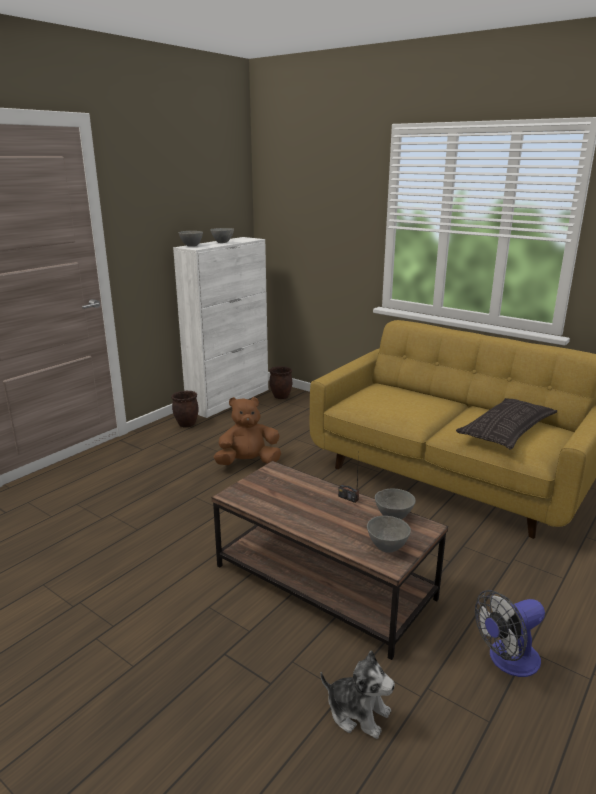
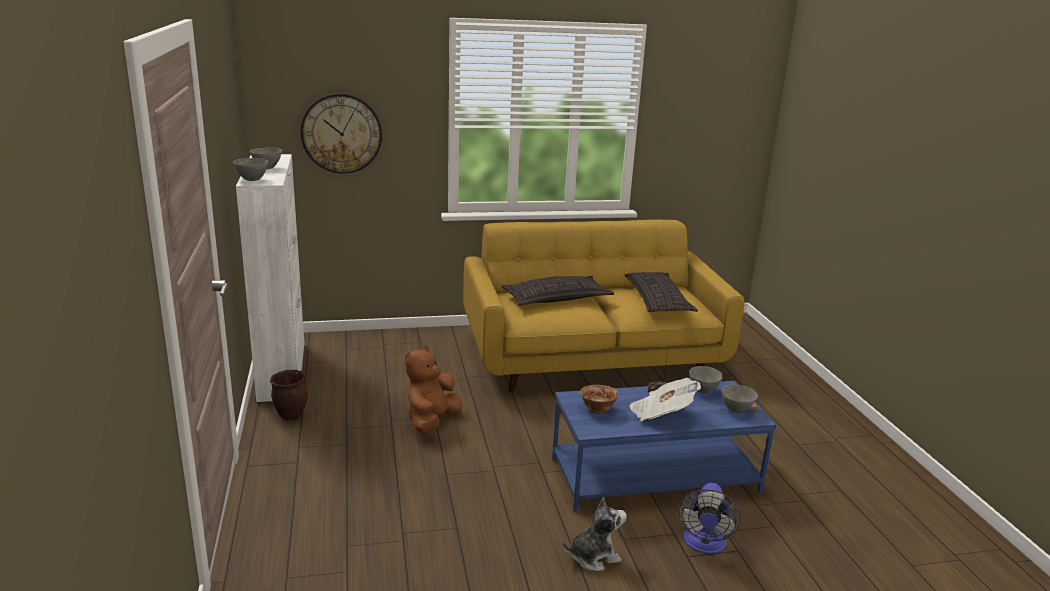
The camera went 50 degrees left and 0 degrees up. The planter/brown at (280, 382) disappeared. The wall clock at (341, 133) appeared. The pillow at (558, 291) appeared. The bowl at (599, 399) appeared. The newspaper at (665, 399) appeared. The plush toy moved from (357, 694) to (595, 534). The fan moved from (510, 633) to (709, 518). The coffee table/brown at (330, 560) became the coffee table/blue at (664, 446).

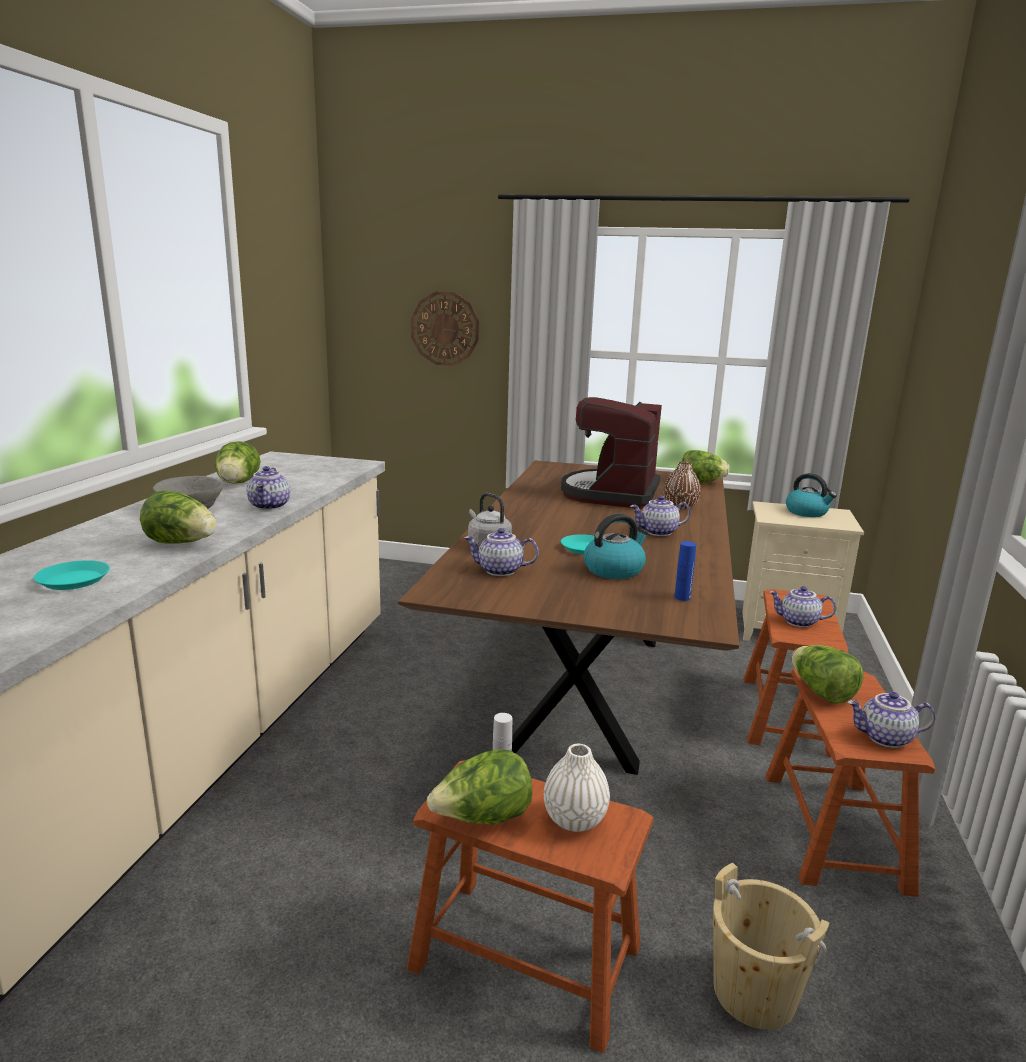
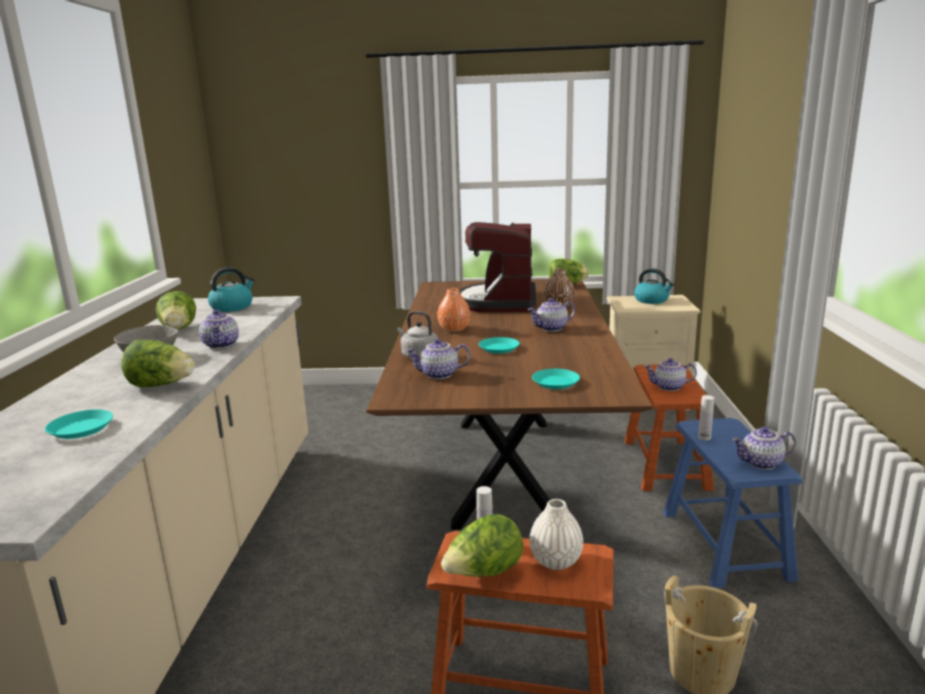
The camera went 10 degrees left and 0 degrees up. The wall clock at (445, 329) disappeared. The bottle/blue at (685, 571) disappeared. The vase/orange at (453, 310) appeared. The plate/turquoise at (556, 379) appeared. The kettle moved from (616, 546) to (231, 289). The lettuce at (827, 674) was replaced by the bottle/white at (706, 417). The stool/brown at (850, 782) became the stool/blue at (732, 503).

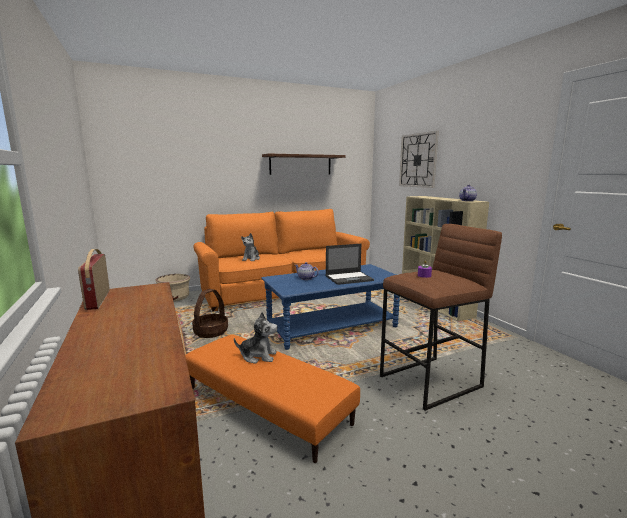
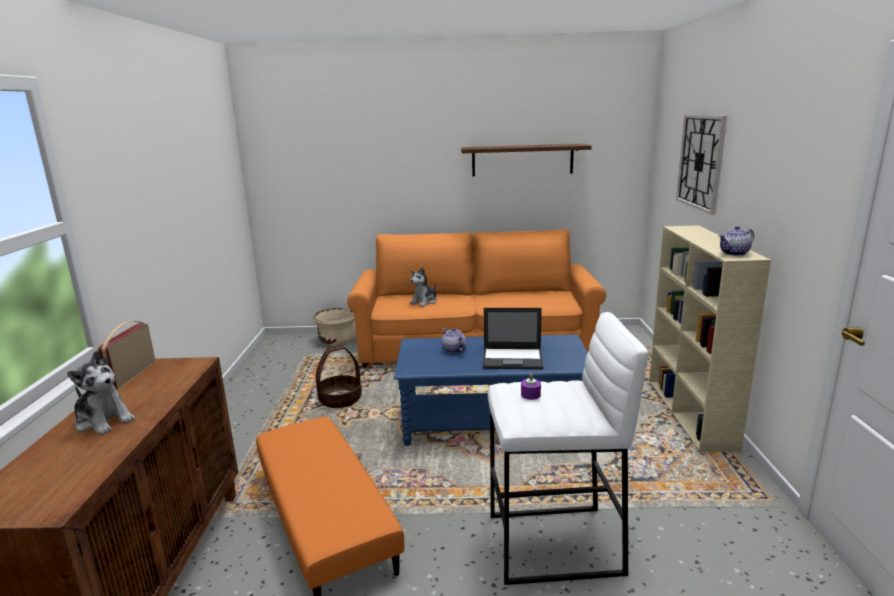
The camera went 25 degrees right and 5 degrees up. The plush toy moved from (256, 338) to (101, 393). The stool/brown at (441, 317) became the stool/white at (568, 448).

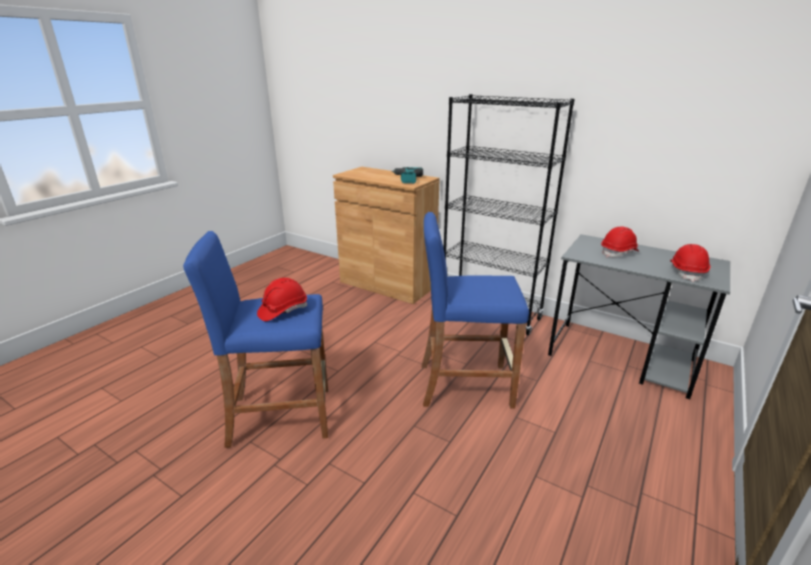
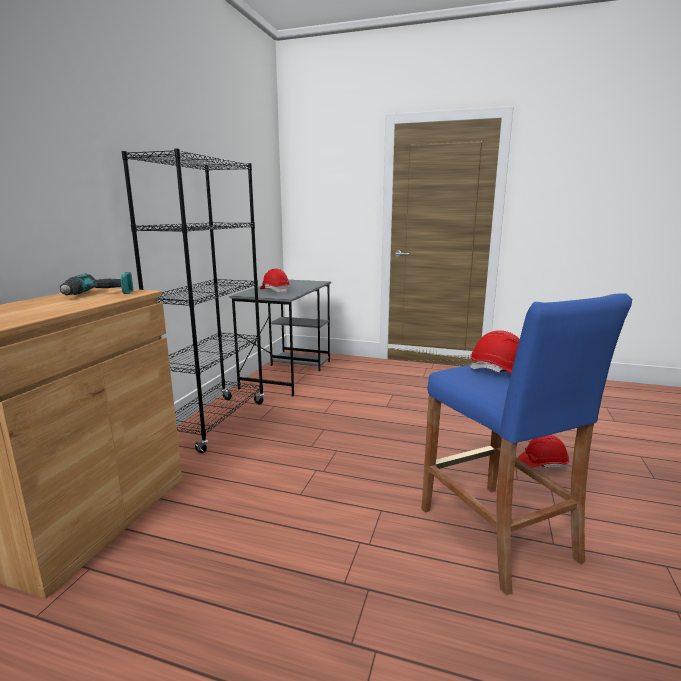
The camera went 105 degrees left and 10 degrees down. The stool/blue at (475, 310) disappeared. The hard hat/red moved from (690, 263) to (543, 452).

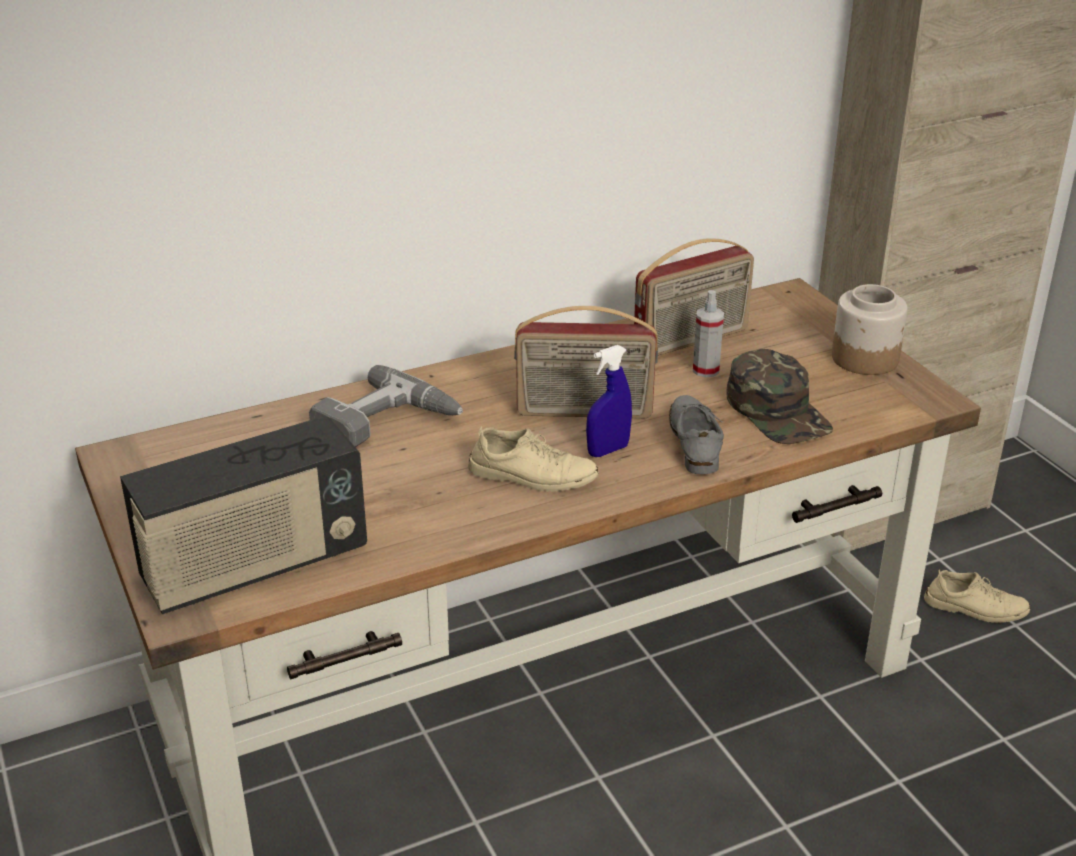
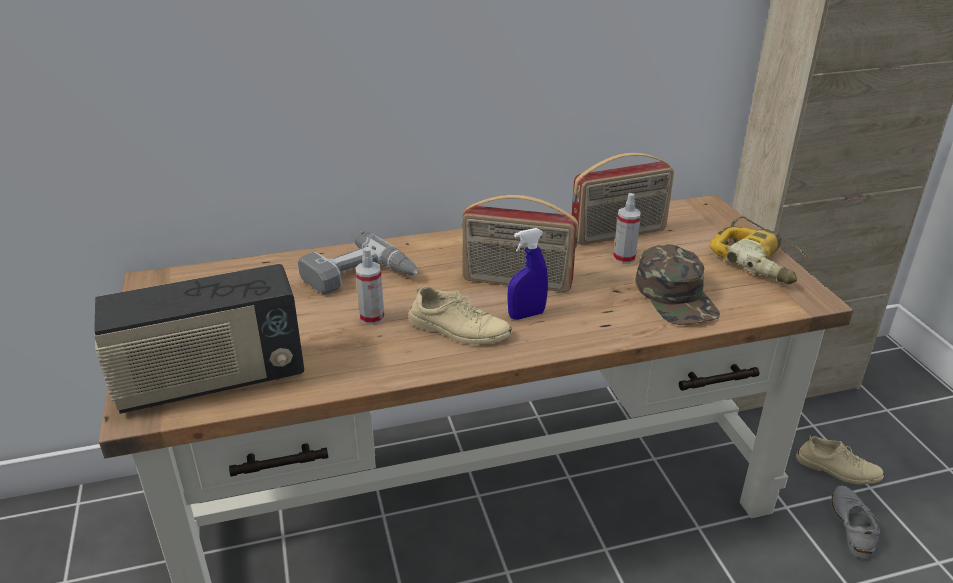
The camera went 10 degrees right and 0 degrees up. The spray bottle at (370, 286) appeared. The shoe/grey moved from (696, 434) to (855, 522). The jar at (869, 329) was replaced by the power drill at (758, 250).

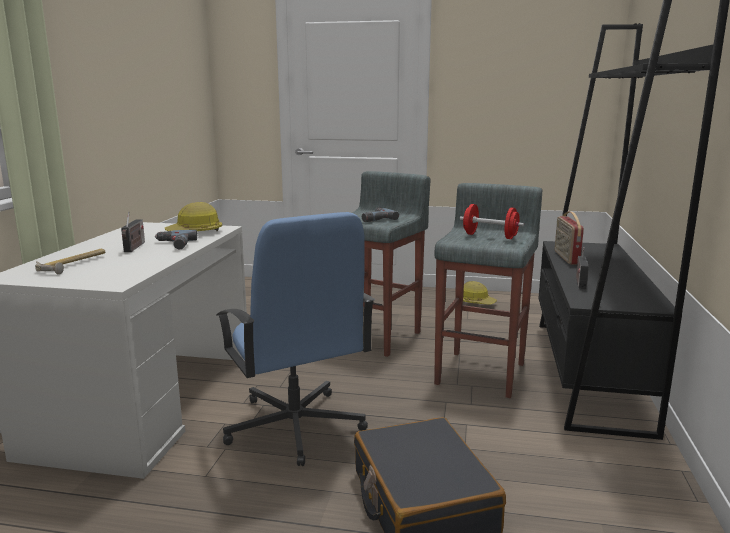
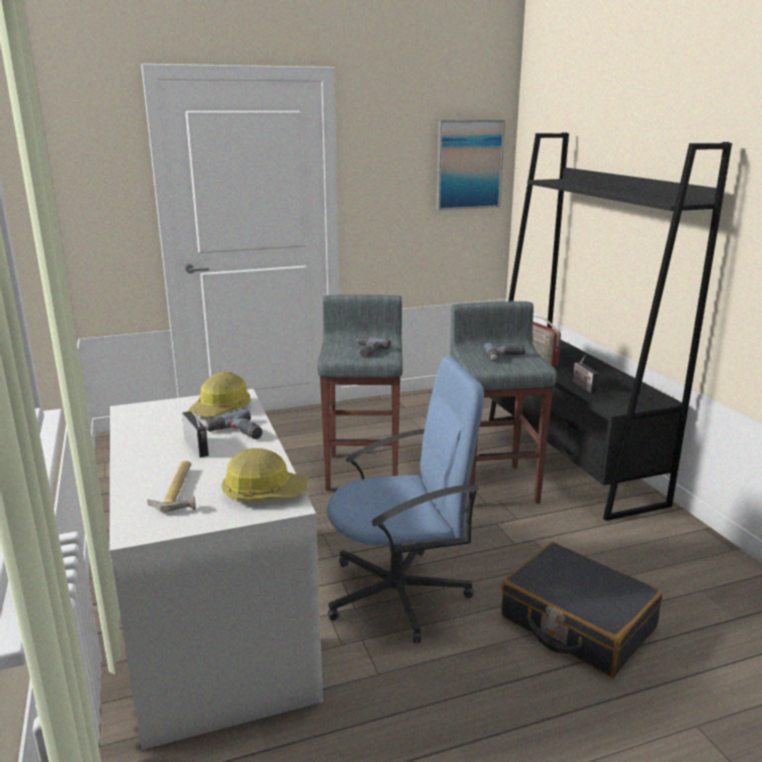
The camera went 30 degrees left and 5 degrees up. The picture at (470, 165) appeared. The hard hat moved from (480, 293) to (265, 474). The dumbbell/red at (492, 221) was replaced by the power drill at (504, 351). The office chair/blue at (296, 339) turned 45 degrees counterclockwise.

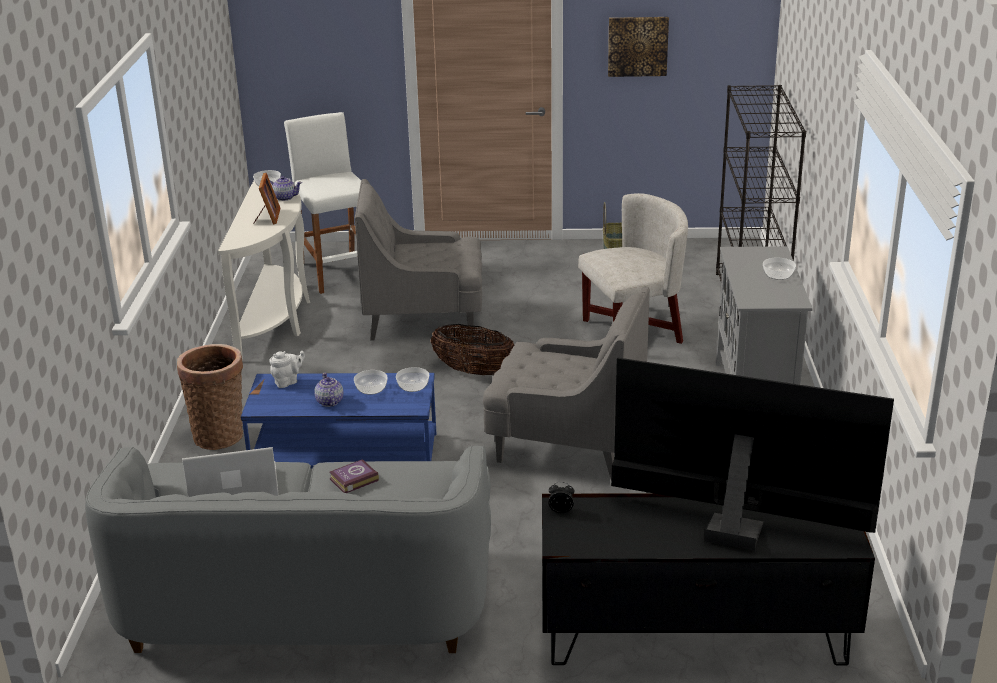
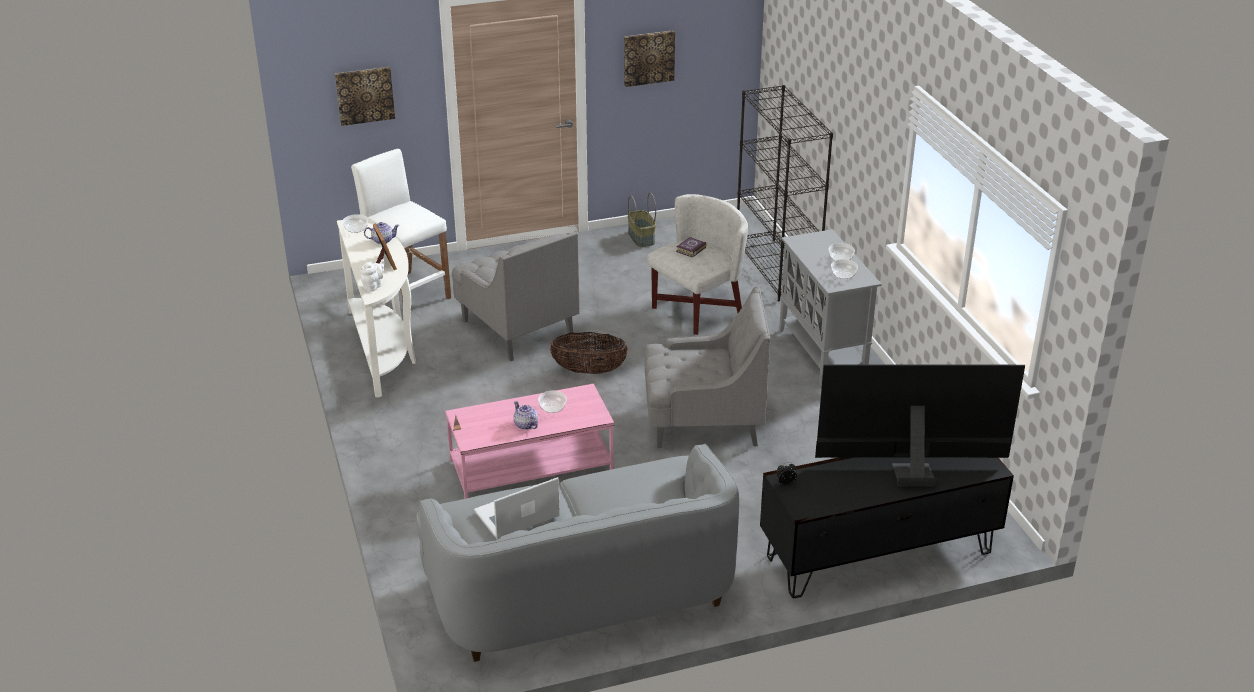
The camera went 20 degrees left and 5 degrees up. The basket at (210, 397) disappeared. The picture at (365, 96) appeared. The teapot/white moved from (287, 369) to (372, 275). The book moved from (354, 476) to (691, 247). The bowl moved from (412, 379) to (844, 269). The coffee table/blue at (338, 420) became the coffee table/pink at (529, 441). The armchair/grey at (418, 260) turned 105 degrees counterclockwise.

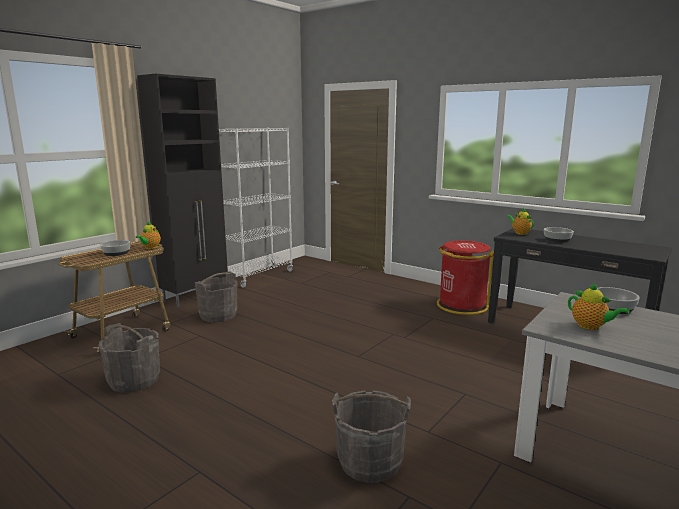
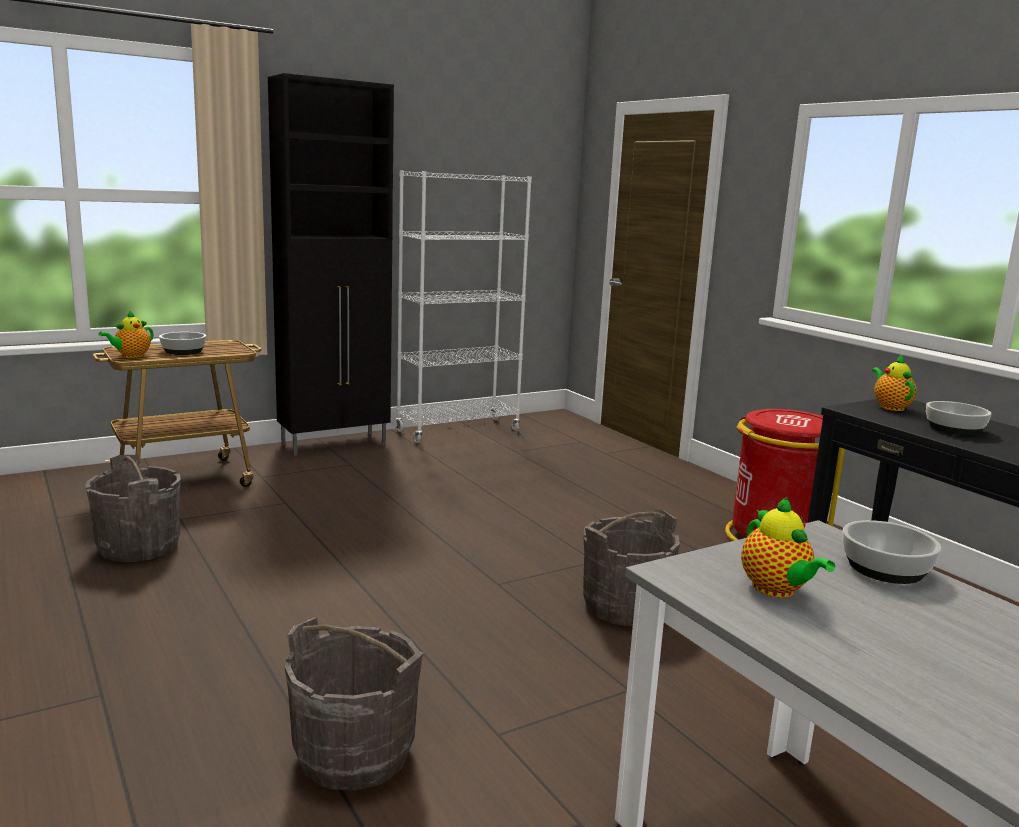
The camera went 20 degrees right and 0 degrees up. The teapot moved from (148, 235) to (125, 334). The bucket/grey moved from (216, 297) to (631, 568).

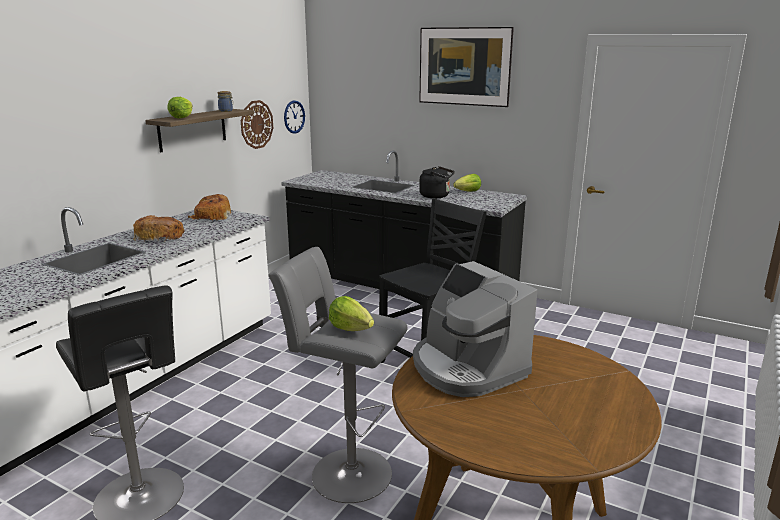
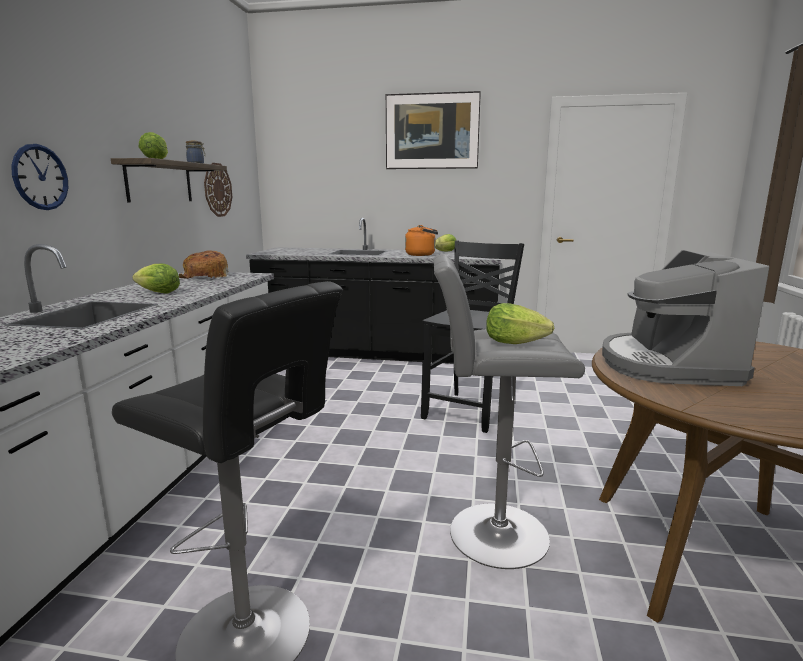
The camera went 20 degrees left and 5 degrees down. The wall clock moved from (294, 117) to (39, 177). The bread at (159, 228) was replaced by the lettuce at (156, 278). The kettle/black at (437, 182) became the kettle/orange at (421, 240). The coffee machine at (475, 329) turned 60 degrees clockwise.

